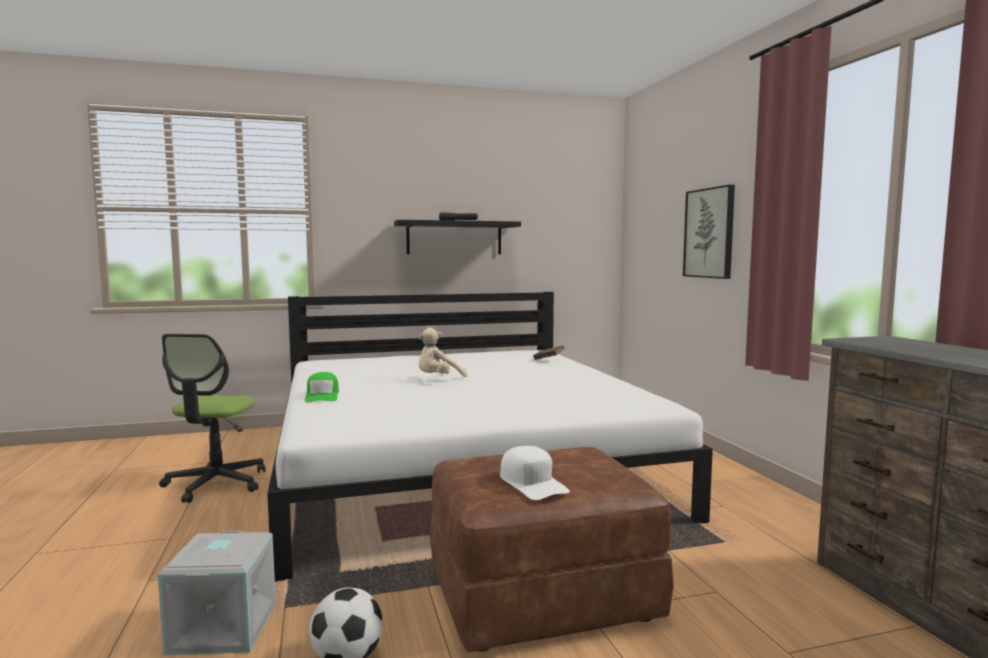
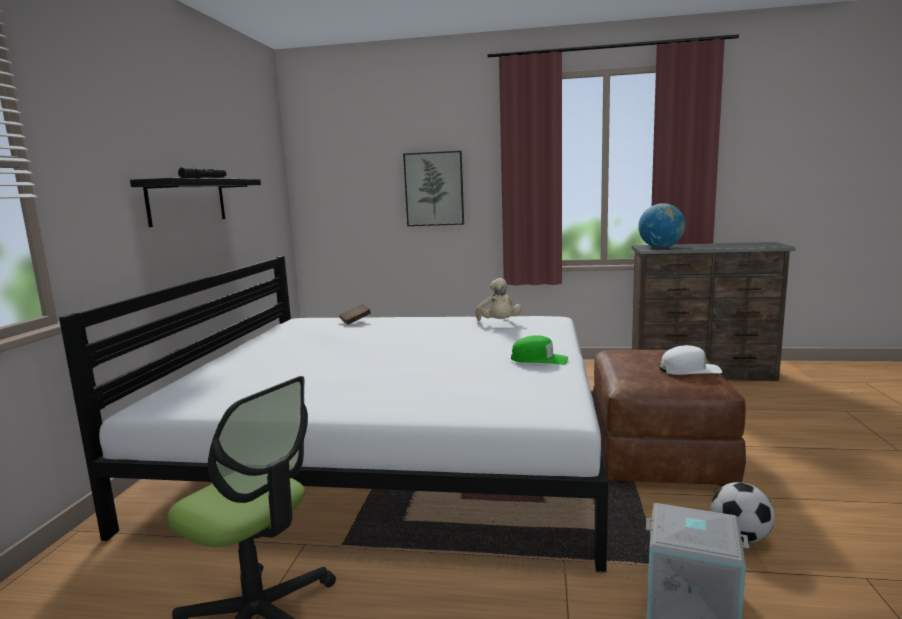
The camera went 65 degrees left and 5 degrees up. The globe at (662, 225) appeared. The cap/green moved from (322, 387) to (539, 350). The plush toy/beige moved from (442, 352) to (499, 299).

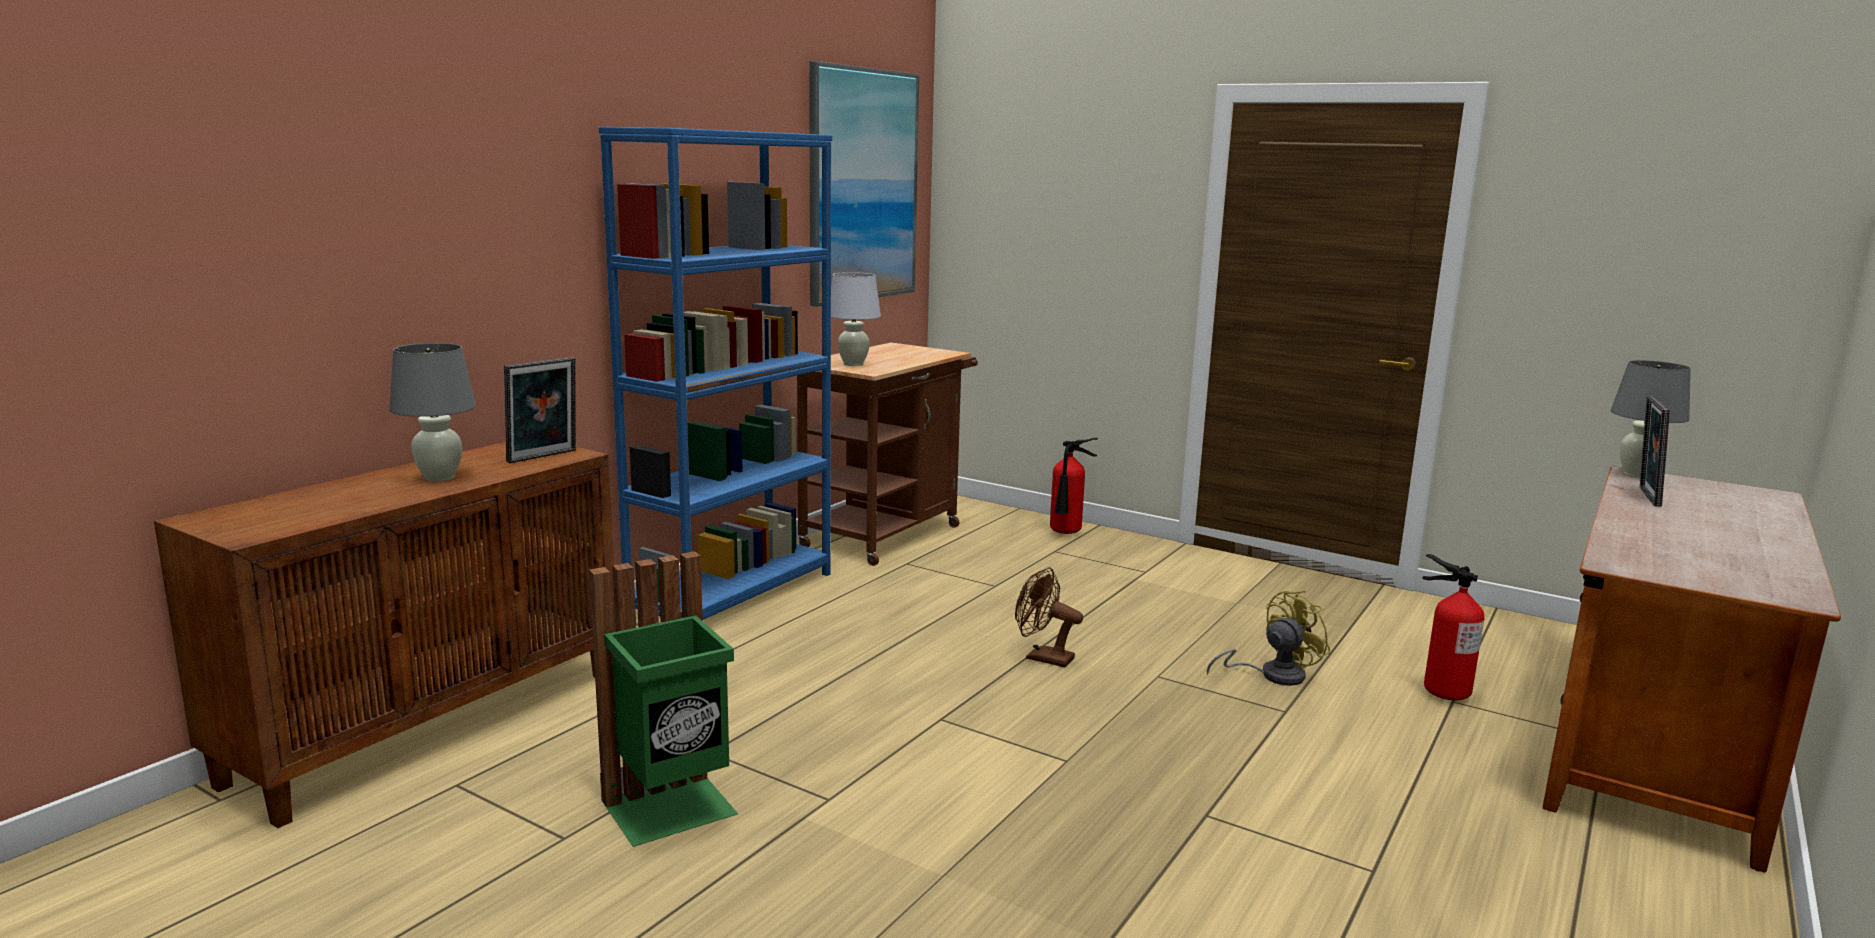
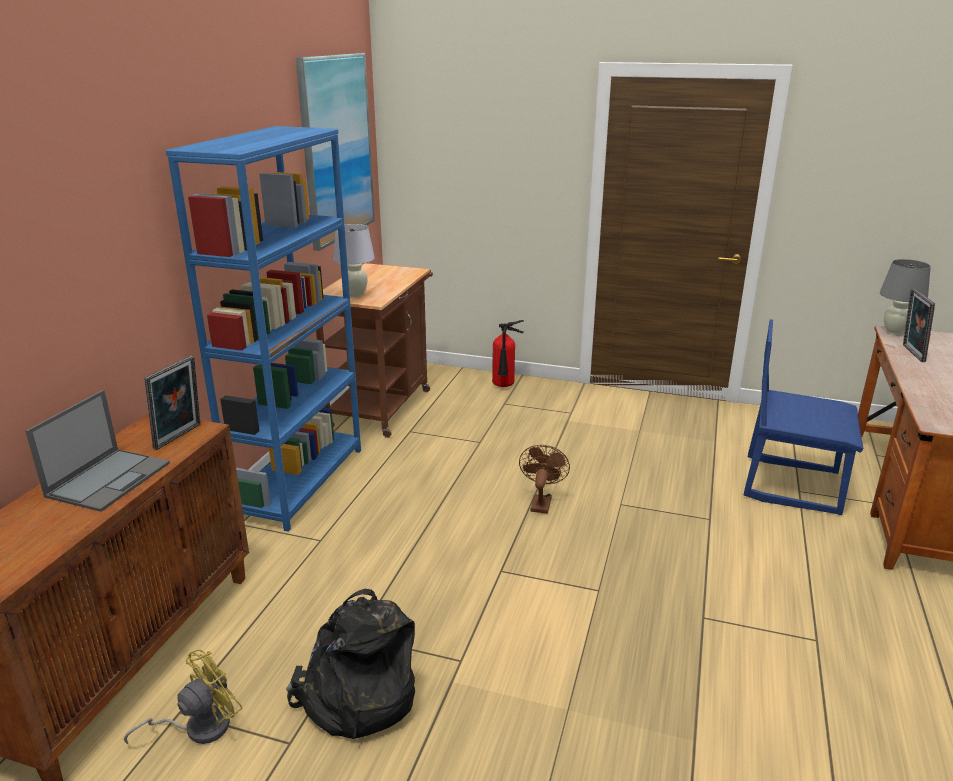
The camera went 15 degrees left and 10 degrees up. The fan/yellow moved from (1269, 638) to (183, 697). The table lamp/grey at (432, 412) was replaced by the laptop at (97, 451). The trash can/green at (663, 699) was replaced by the backpack/black at (350, 664). The fire extinguisher at (1453, 627) was replaced by the chair/blue at (804, 417). The fan/brown at (1049, 617) turned 90 degrees clockwise.

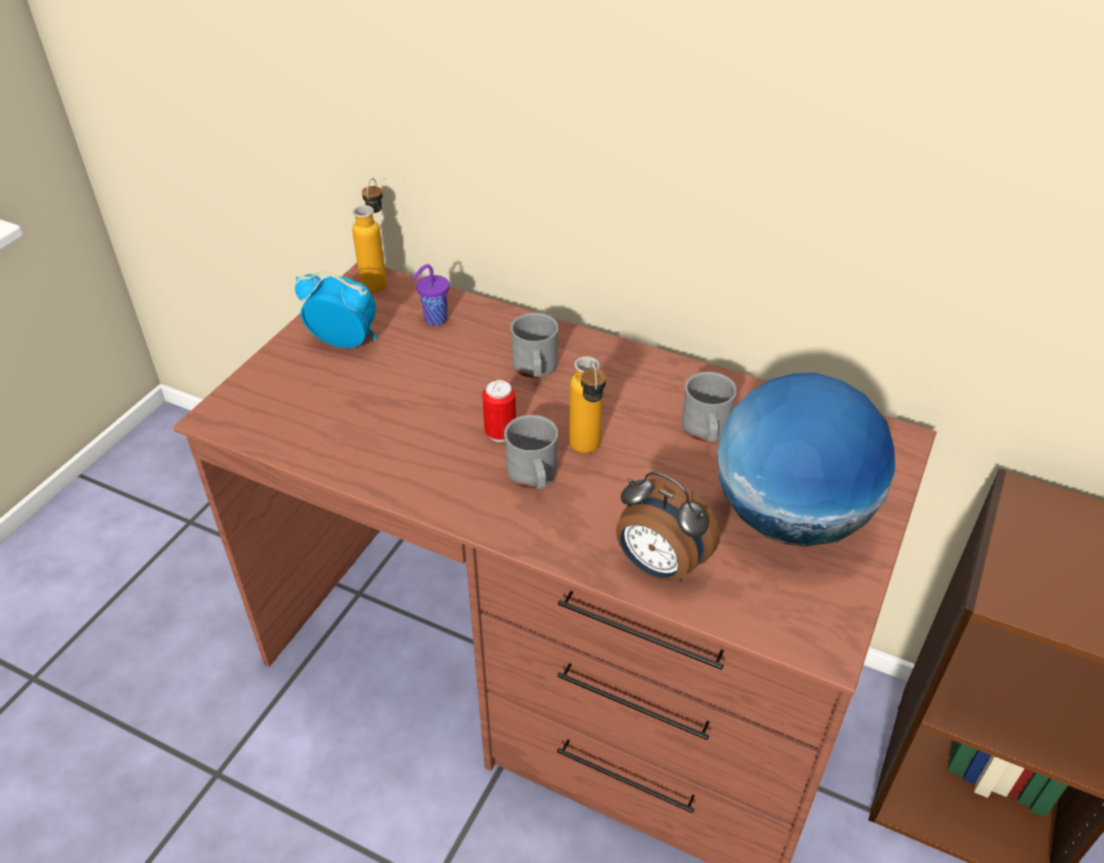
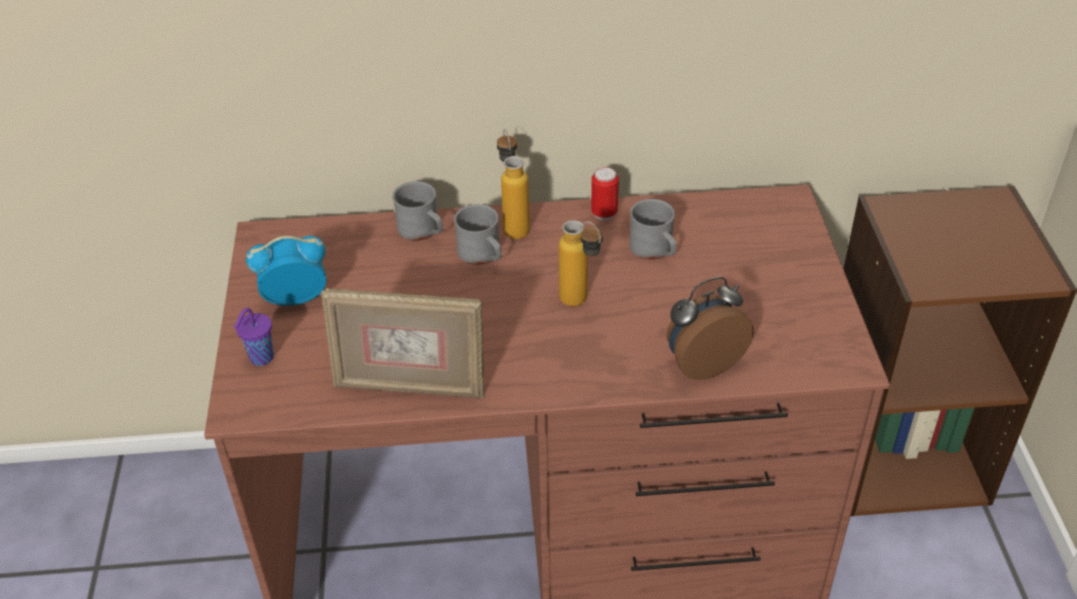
The camera went 30 degrees left and 0 degrees up. The globe at (806, 459) disappeared. The picture frame at (403, 343) appeared. The bottle moved from (369, 235) to (513, 184). The cup/purple moved from (430, 295) to (254, 337). The can moved from (499, 411) to (605, 193). The mug/grey moved from (531, 452) to (417, 211). The alarm clock at (668, 527) turned 150 degrees clockwise.

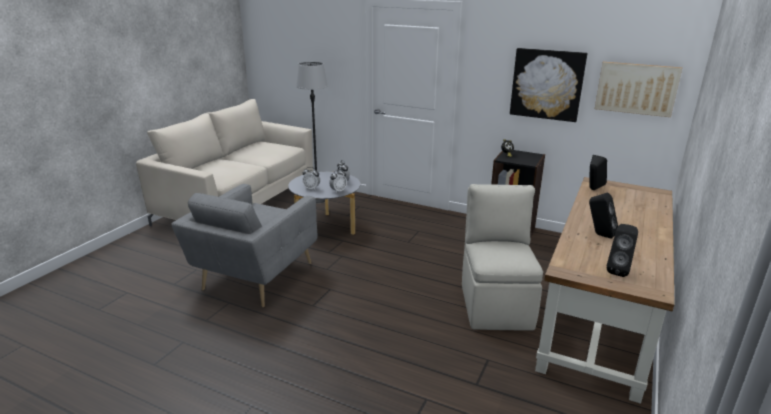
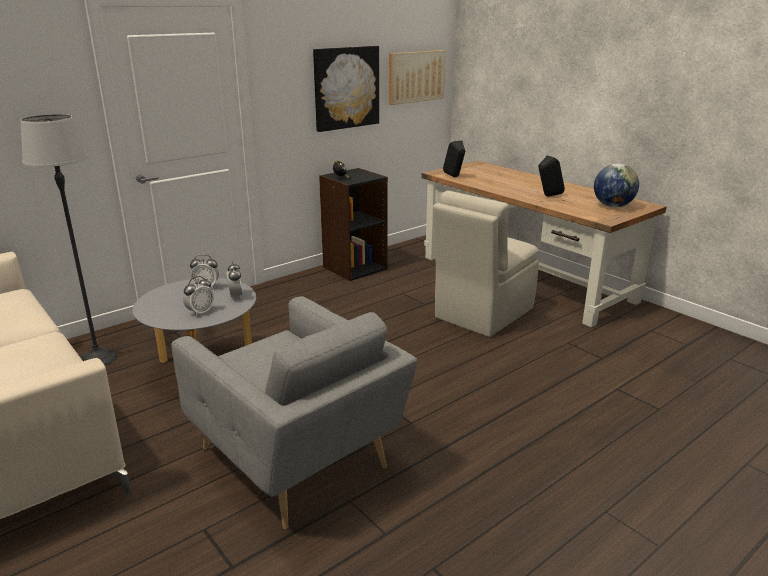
The camera went 65 degrees left and 0 degrees up. The speaker/black at (622, 250) was replaced by the globe at (616, 185). The chair/beige at (502, 257) turned 75 degrees counterclockwise.

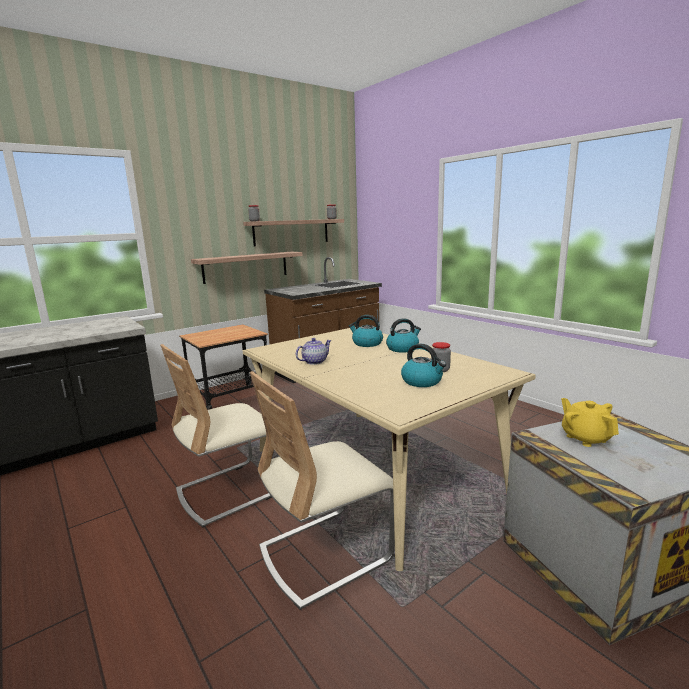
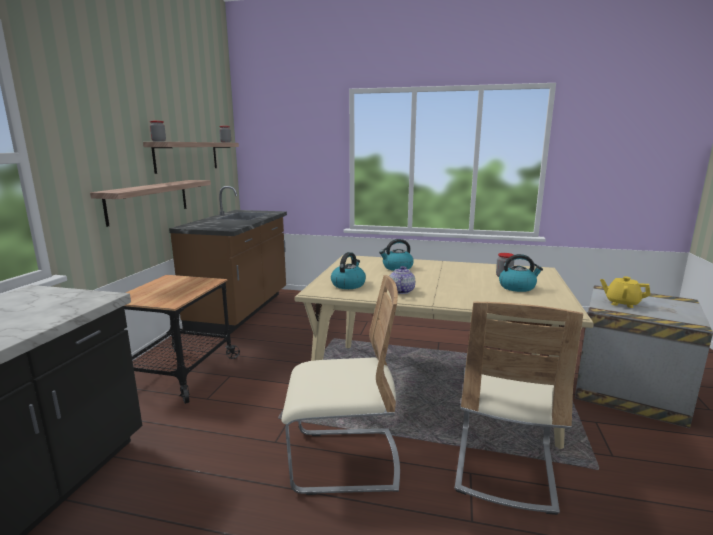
The camera went 40 degrees left and 0 degrees up. The kettle moved from (403, 335) to (348, 270). The chair/beige at (220, 436) turned 105 degrees counterclockwise.

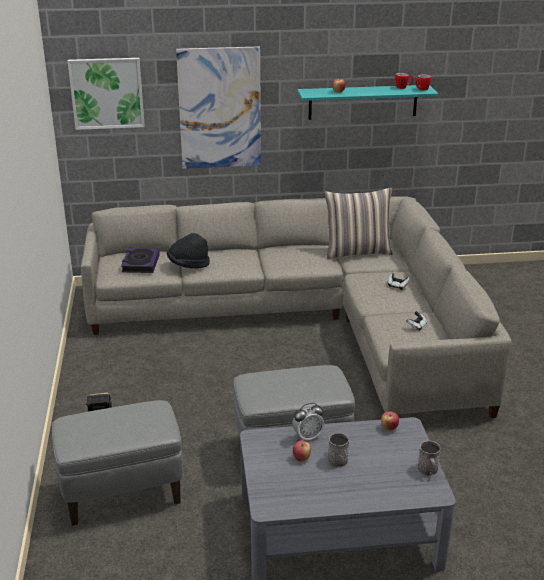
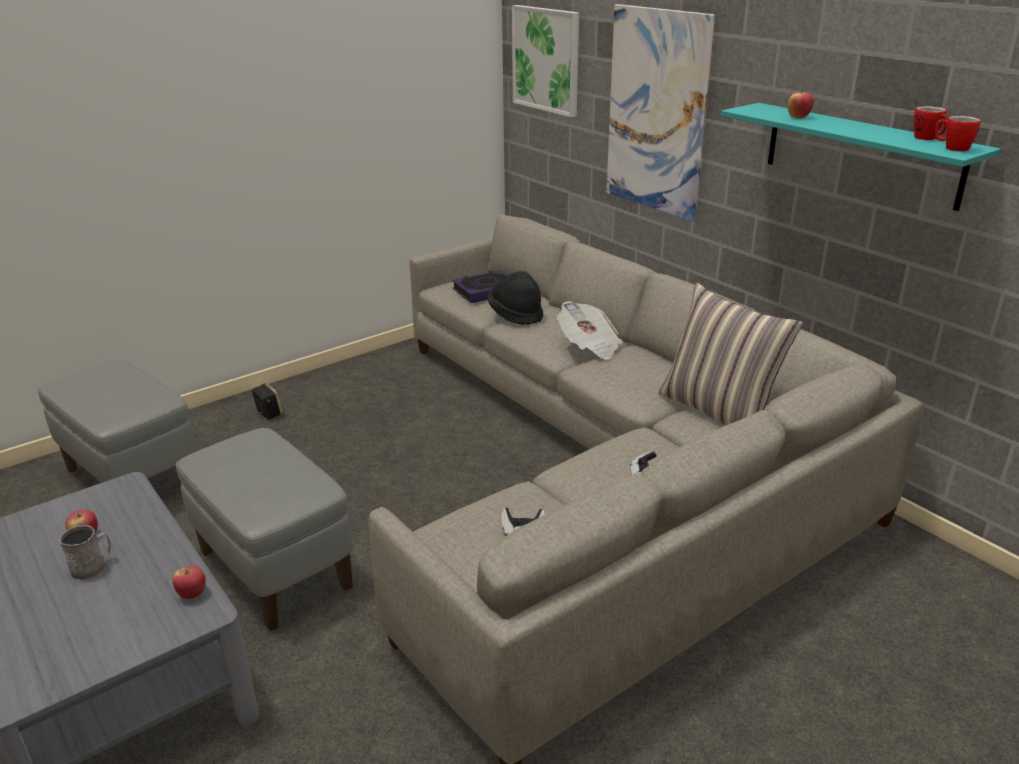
The camera went 60 degrees right and 0 degrees up. The alarm clock at (308, 422) disappeared. The mug/grey at (429, 458) disappeared. The newspaper at (590, 330) appeared.

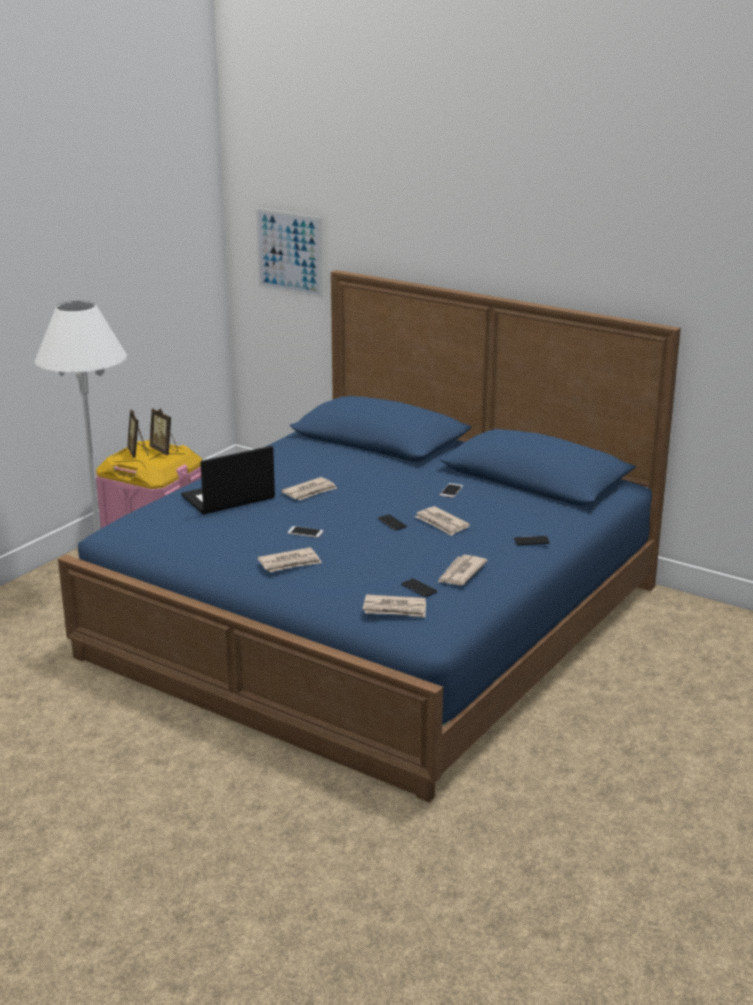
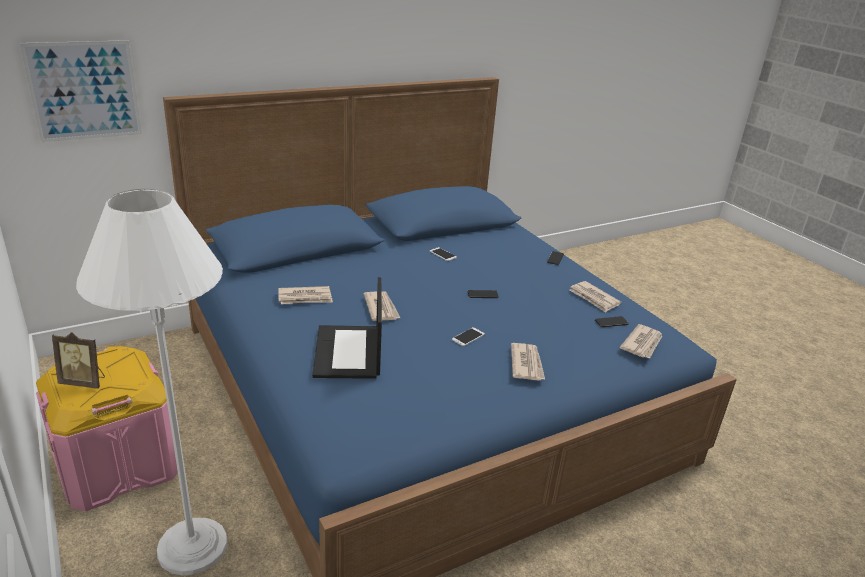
The camera went 65 degrees left and 5 degrees up. The picture frame at (164, 431) disappeared. The newspaper moved from (442, 521) to (306, 295).

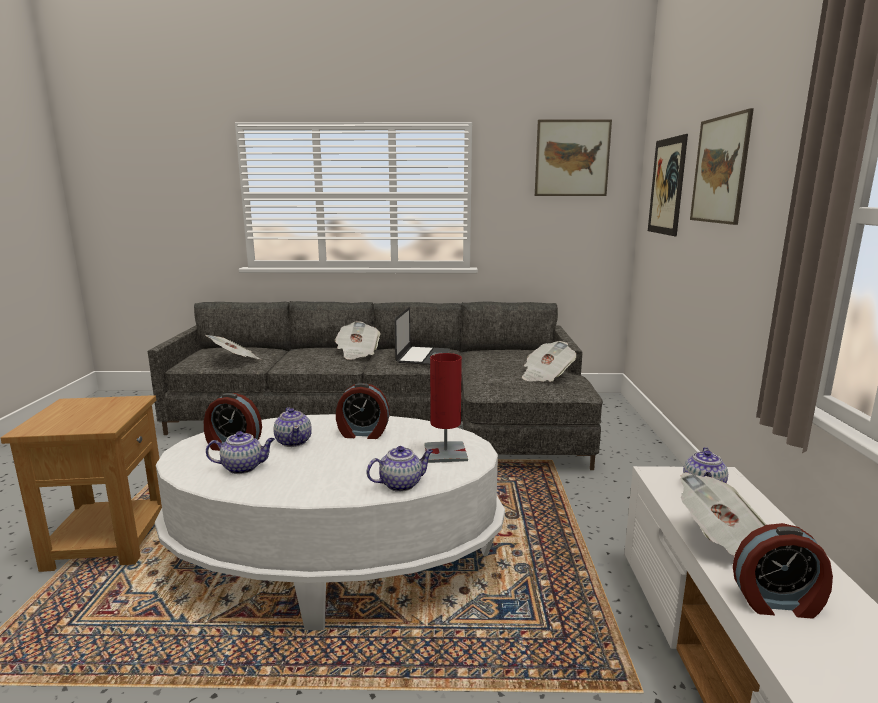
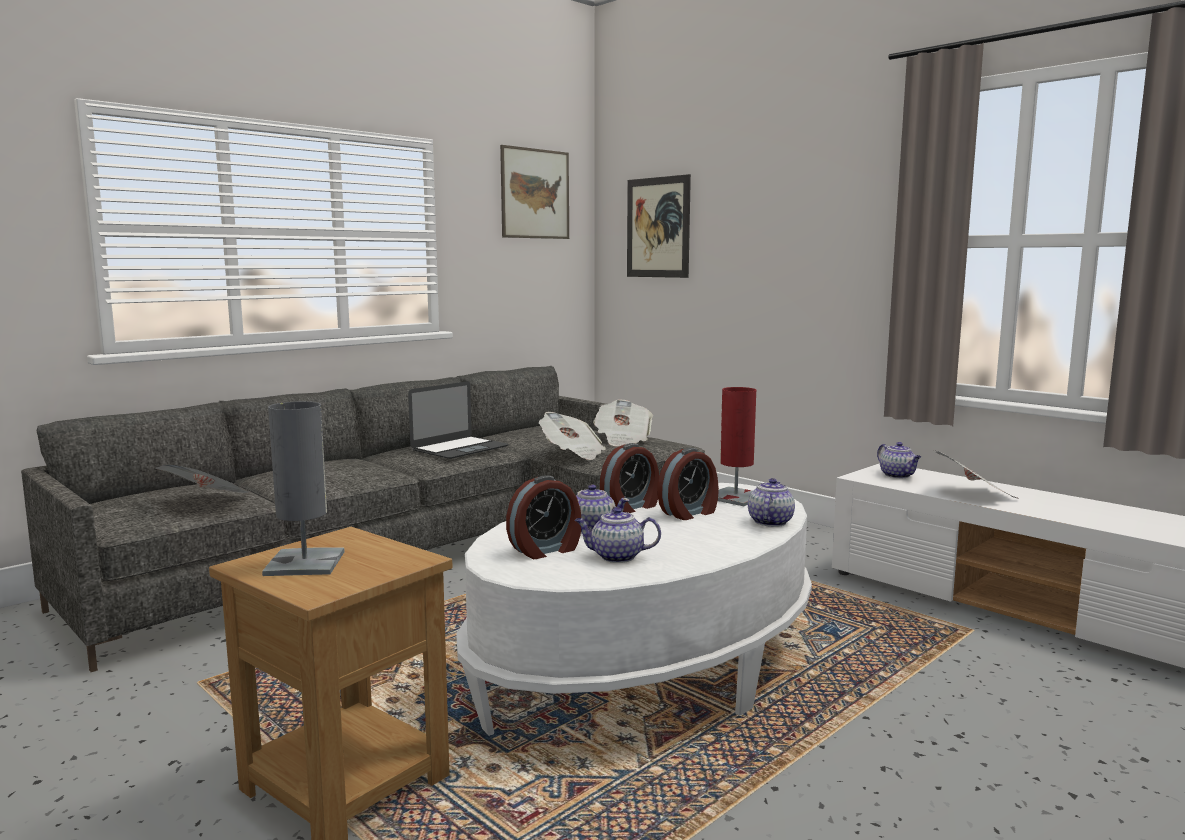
The camera went 45 degrees left and 5 degrees down. The picture at (722, 166) disappeared. The table lamp/grey at (303, 488) appeared. The newspaper moved from (358, 340) to (572, 436). The alarm clock moved from (783, 571) to (688, 484). The teapot at (240, 452) turned 120 degrees counterclockwise. The laptop at (422, 336) turned 75 degrees clockwise.

